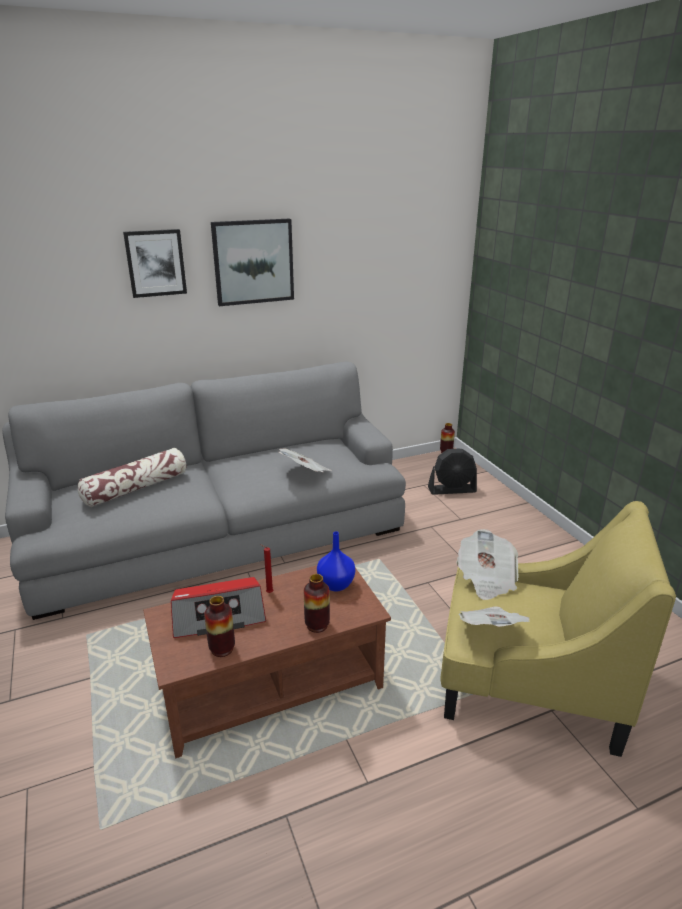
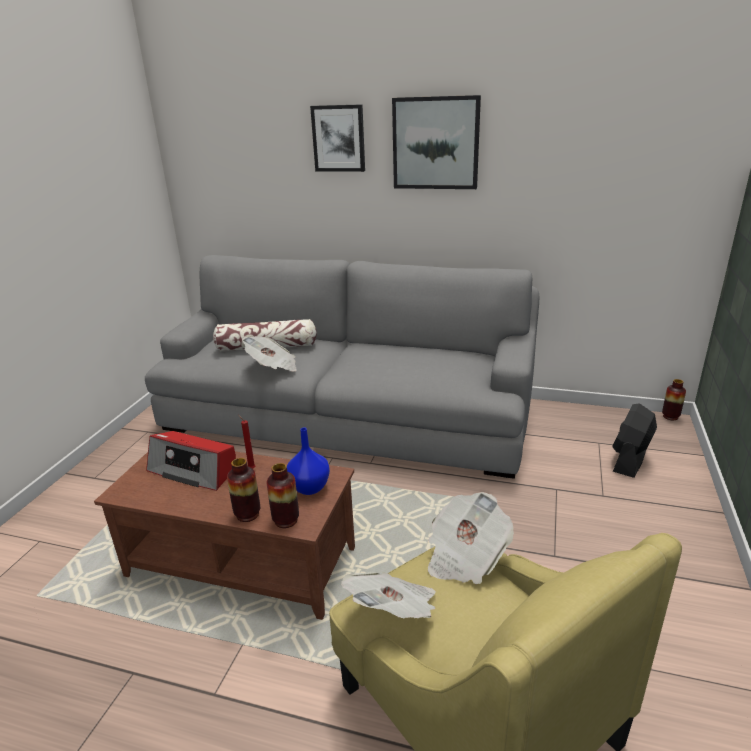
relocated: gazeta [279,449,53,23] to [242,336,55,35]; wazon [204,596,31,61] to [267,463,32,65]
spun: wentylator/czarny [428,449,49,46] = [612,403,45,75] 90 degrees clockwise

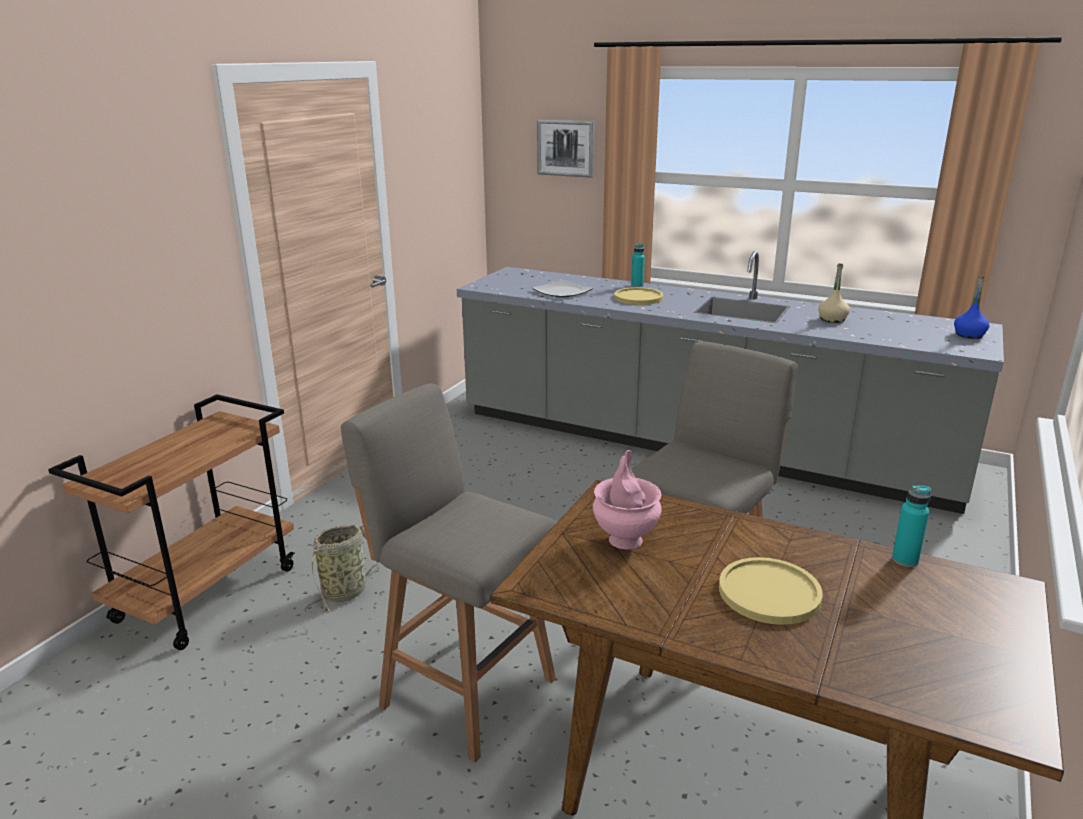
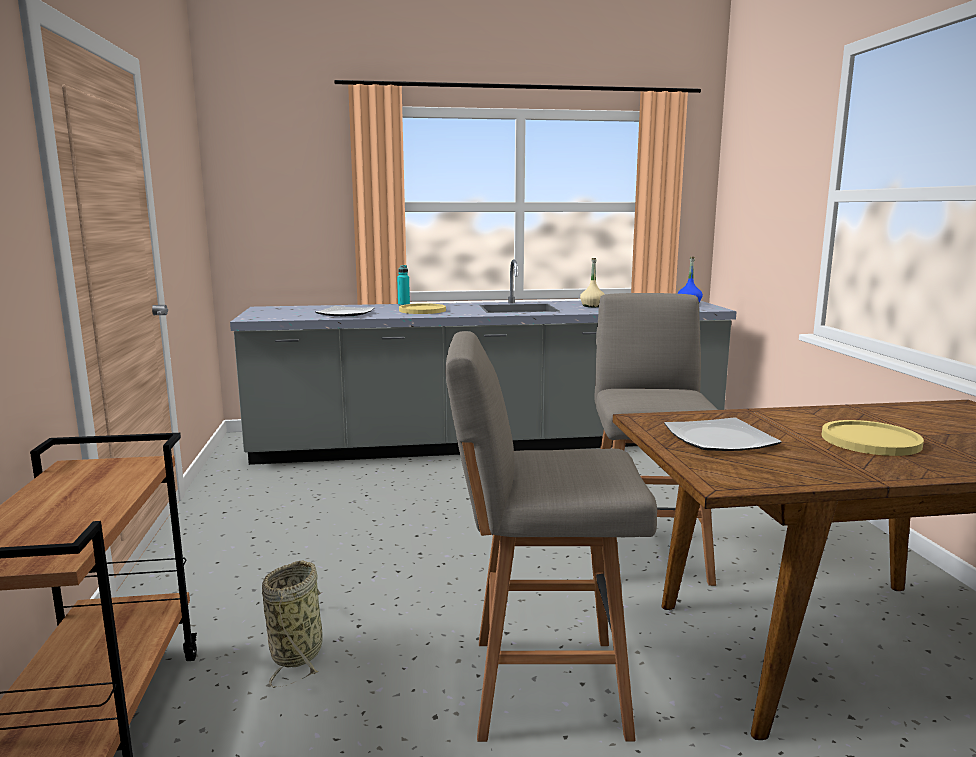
missing: obraz [537,119,58,59]; butelka/turkusowy [892,485,39,82]
exchanged: wazon/różowy [593,450,69,99] to talerz [664,418,117,33]

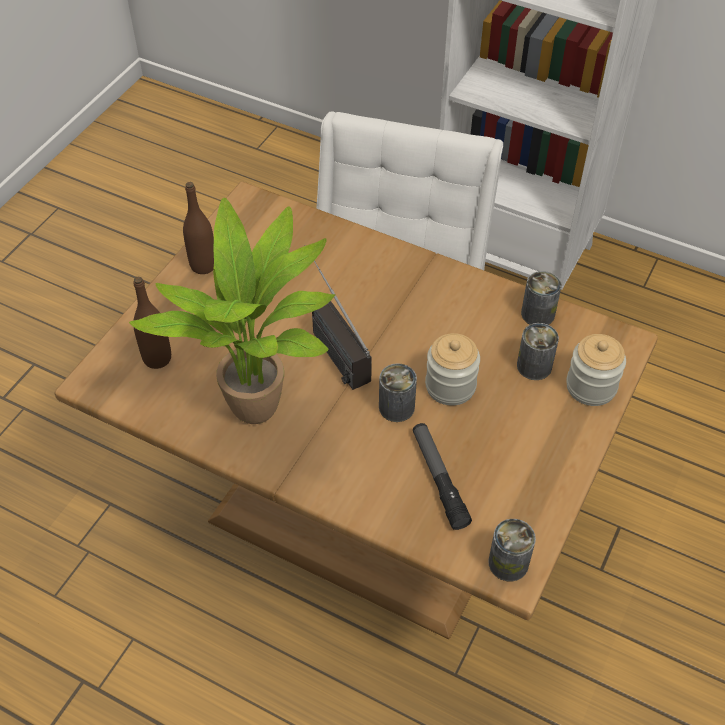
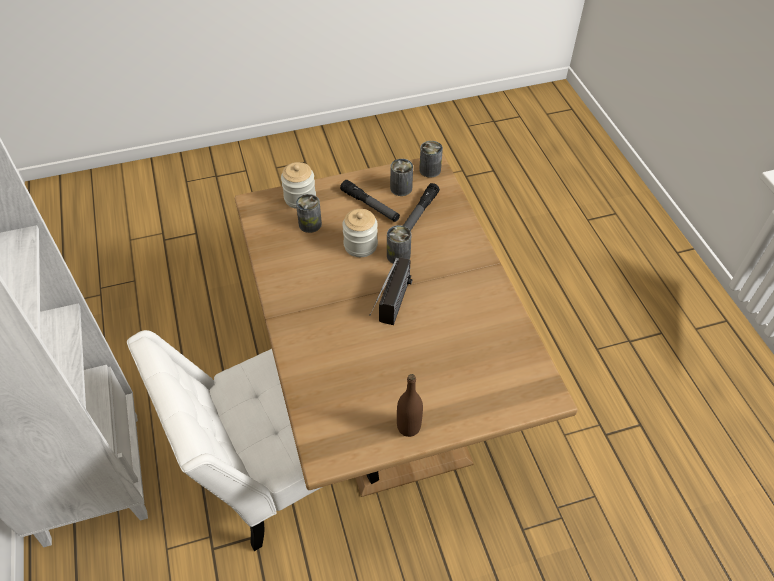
missing: roślina doniczkowa [129,198,207,226]; butelka/brązowy [133,276,38,93]
appeared: latarka [340,180,60,42]
relocated: puszka [521,271,41,54] to [390,159,23,37]

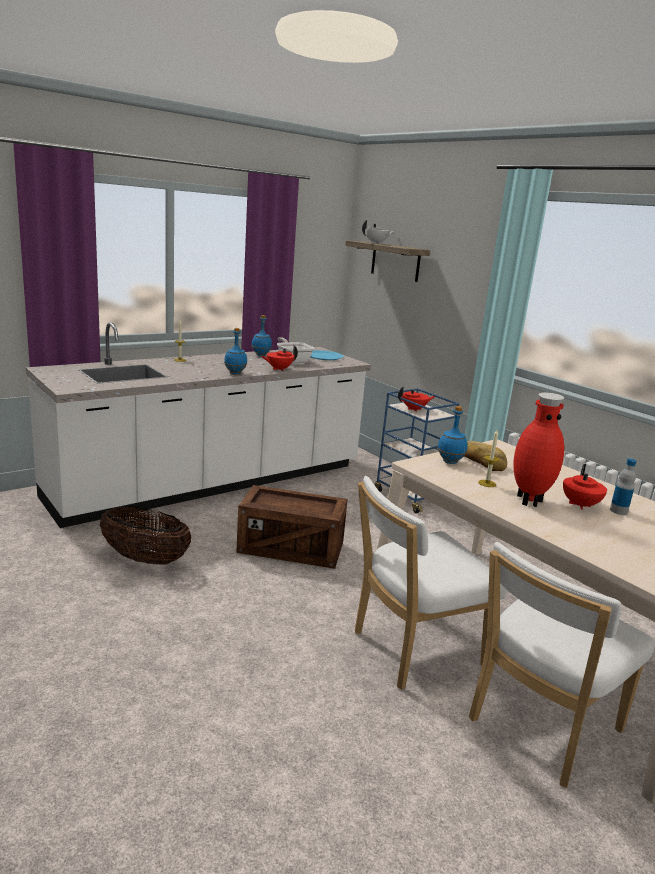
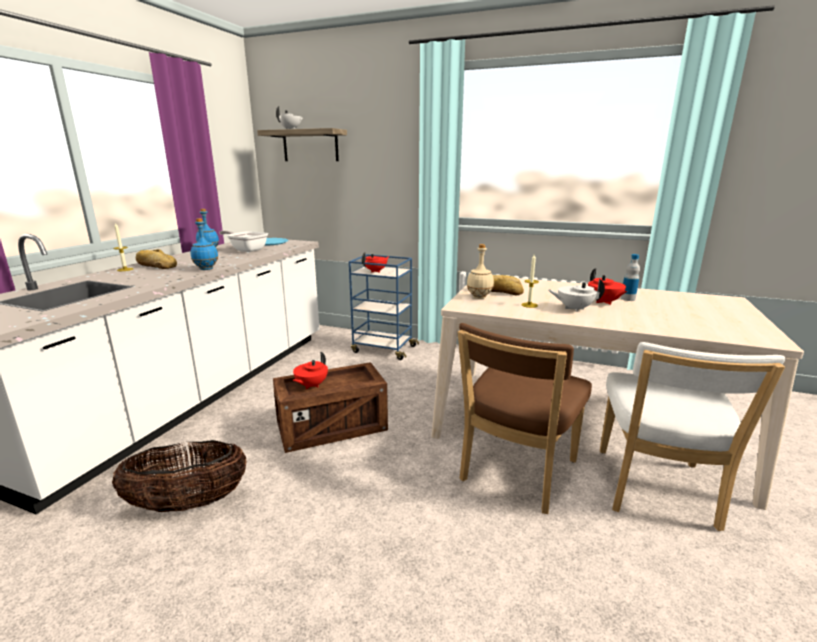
appeared: chleb [136,249,41,20]
relocated: imbryk/czerwony [261,345,37,26] to [293,352,35,38]
exchanged: wazon/czerwony [513,392,51,115] to imbryk/biały [548,278,57,34]
colour: krzesło/biały [355,476,151,214] to krzesło/brązowy [458,323,134,191]; butelka/niebieski [438,406,30,58] to butelka/beżowy [467,244,27,55]

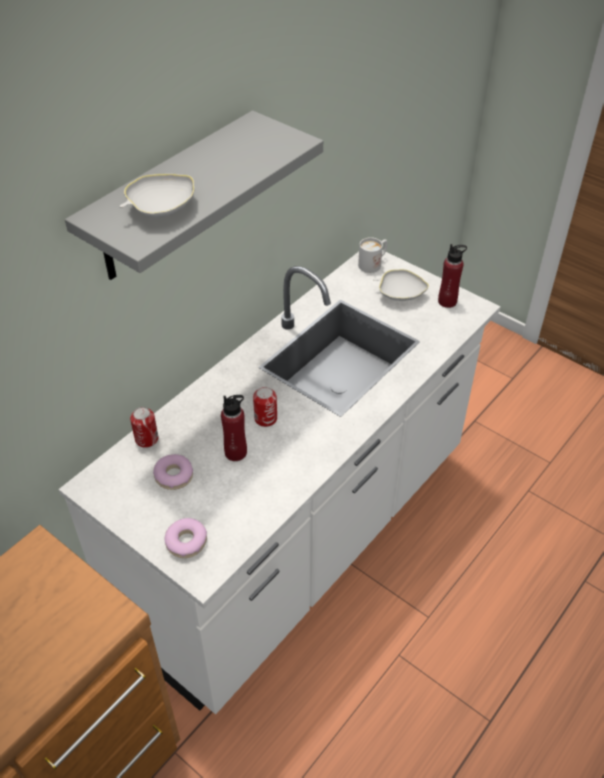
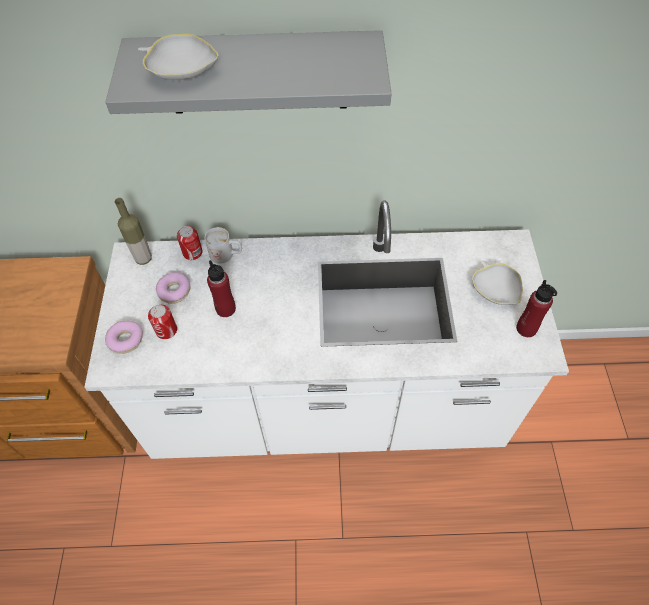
appeared: butelka [115,198,37,67]
relocated: puszka [253,387,24,40] to [148,305,29,34]; kubek/biały [358,237,29,36] to [205,227,37,37]

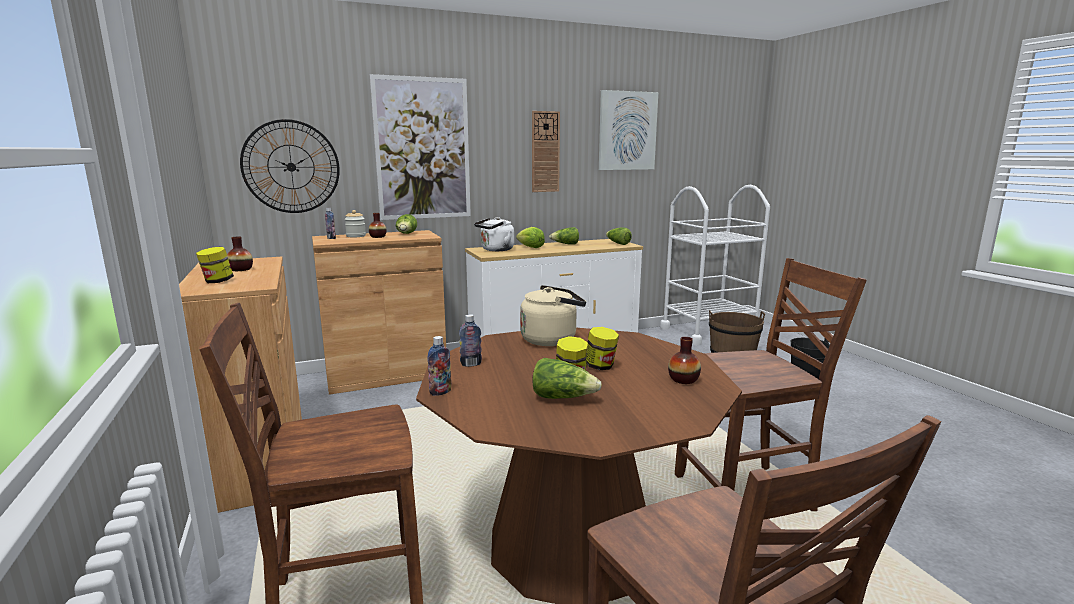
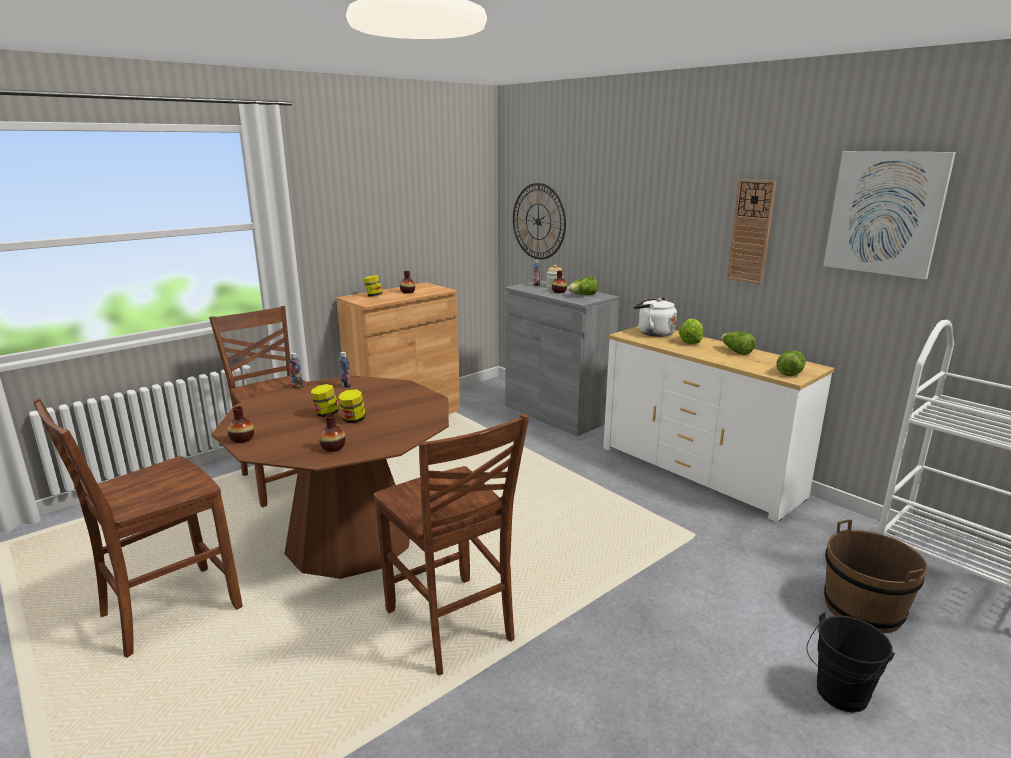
missing: obraz [370,74,101,146]; czajnik/beżowy [520,285,66,61]; sałata [533,358,69,41]
appeared: wazon [227,406,27,37]
colour: szafka/brązowy [312,230,134,165] to szafka/szary [505,280,114,156]

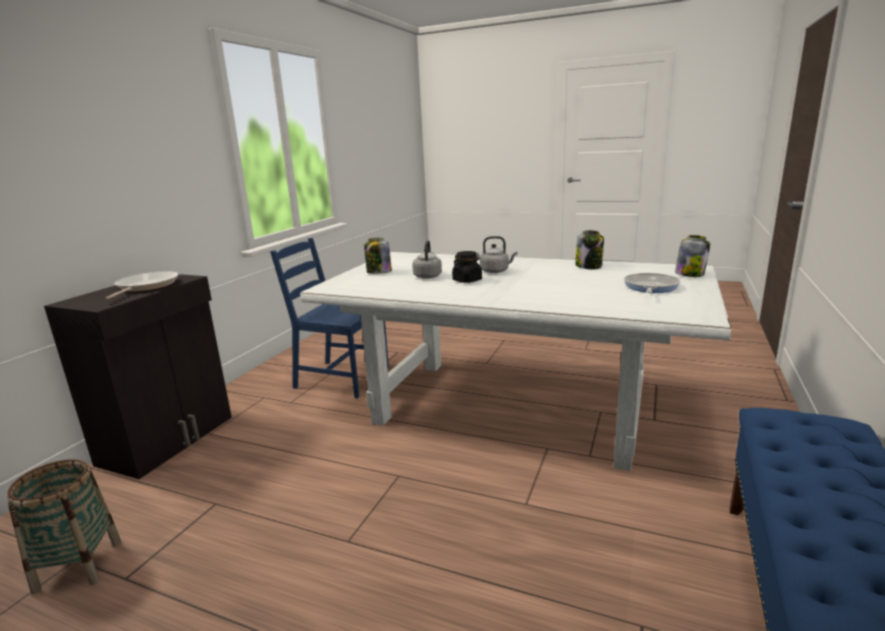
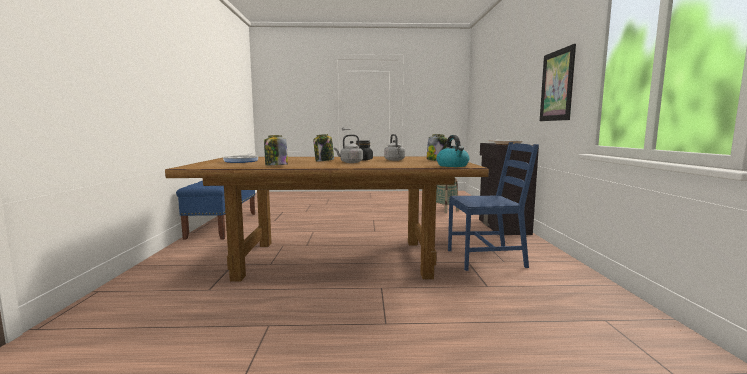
appeared: czajnik [437,135,32,32]; obraz [540,44,36,77]
relocated: słoik [675,235,35,42] to [313,134,21,27]
colour: stół jadalny/biały [300,252,431,219] to stół jadalny/brązowy [165,156,324,126]

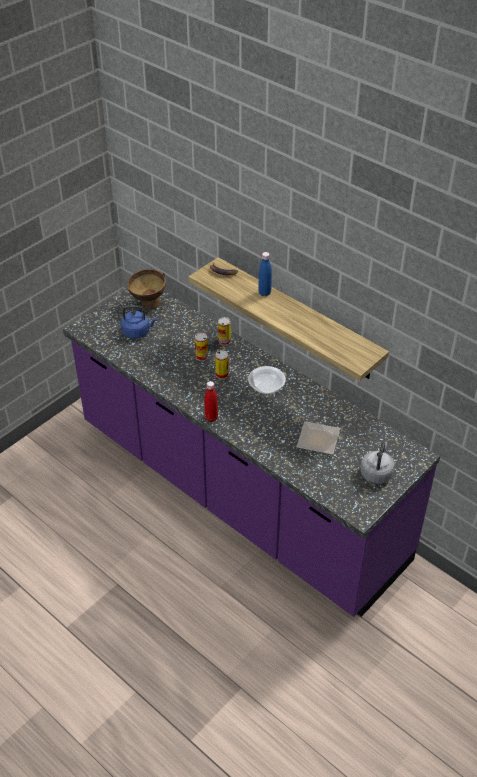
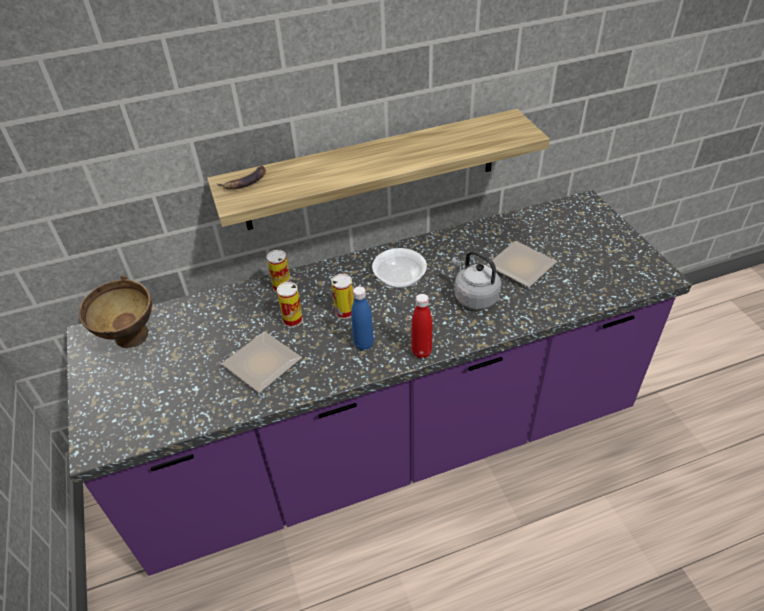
missing: czajnik/niebieski [120,305,37,33]
appeared: talerz [222,332,80,61]
relocated: butelka/niebieski [258,252,14,44] to [351,286,23,64]; czajnik/szary [360,442,35,42] to [452,250,49,60]

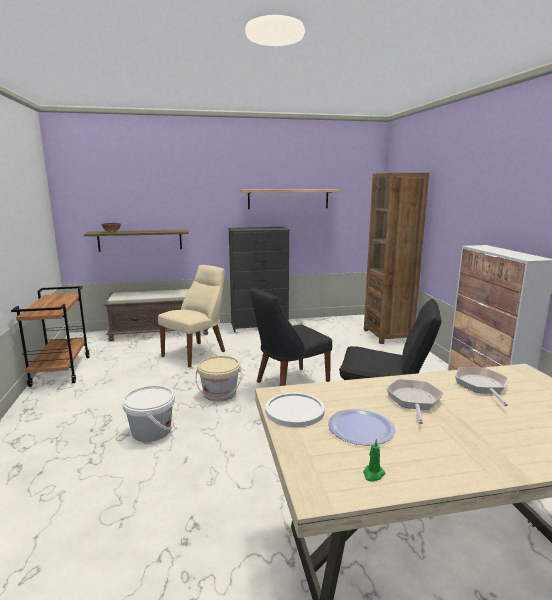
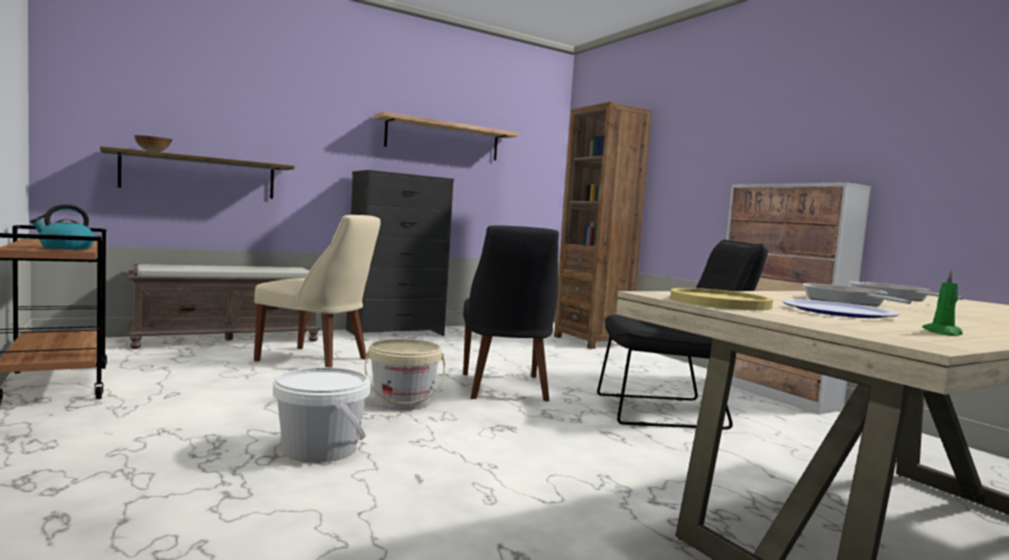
appeared: czajnik [30,204,65,46]
colour: talerz/biały [265,392,60,35] to talerz/żółty [670,288,103,22]
spun: krzesło/beżowy [158,265,67,102] = [254,215,126,153] 90 degrees clockwise; krzesło/czarny [250,288,82,98] = [463,226,96,175] 45 degrees counterclockwise

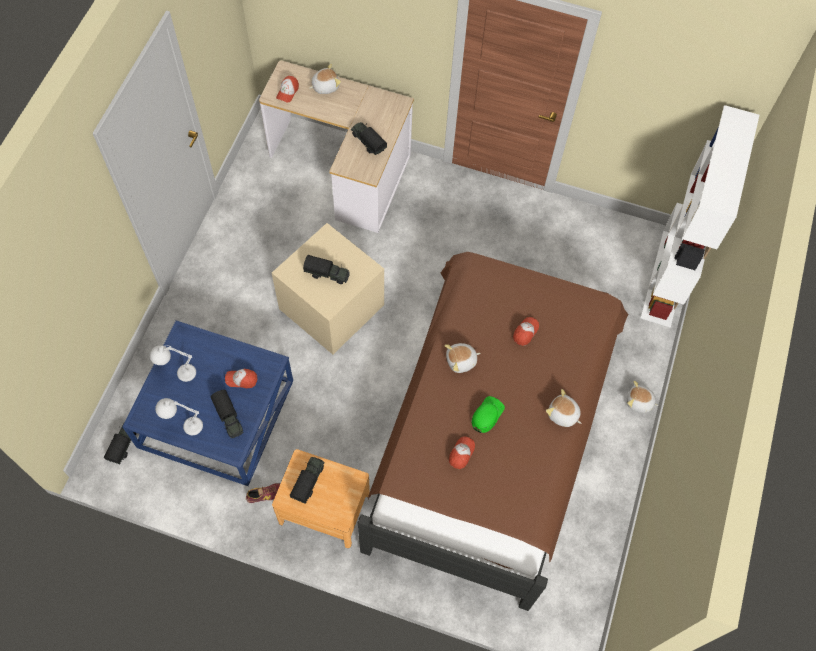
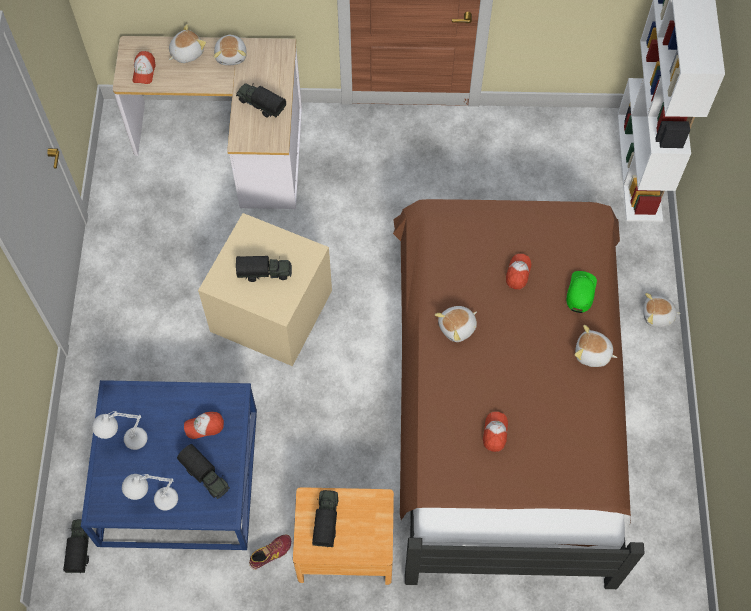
appeared: pluszak [214,34,32,32]
relocated: czapka z daszkiem/zielony [472,396,33,37] to [566,271,31,42]

